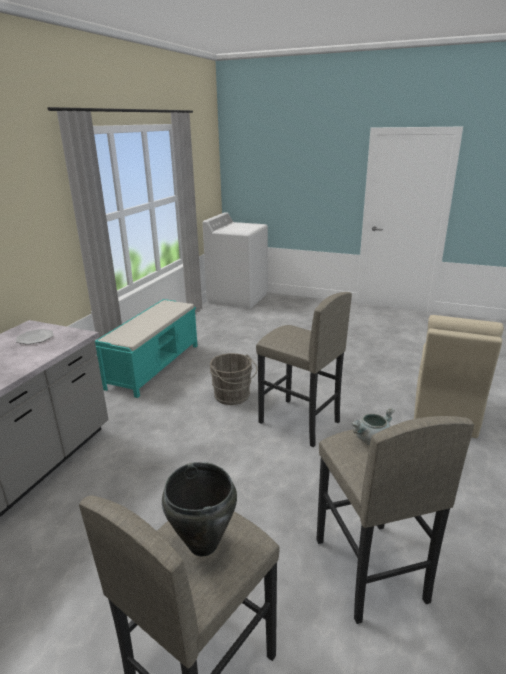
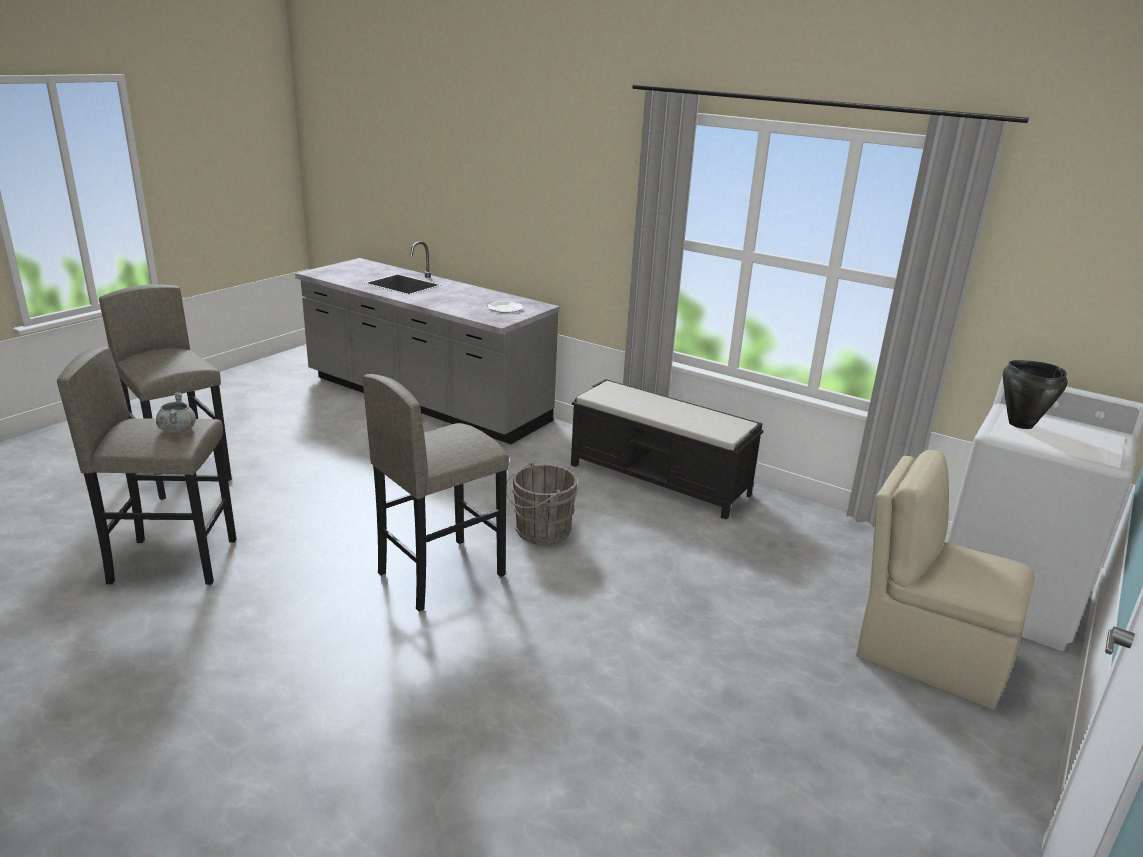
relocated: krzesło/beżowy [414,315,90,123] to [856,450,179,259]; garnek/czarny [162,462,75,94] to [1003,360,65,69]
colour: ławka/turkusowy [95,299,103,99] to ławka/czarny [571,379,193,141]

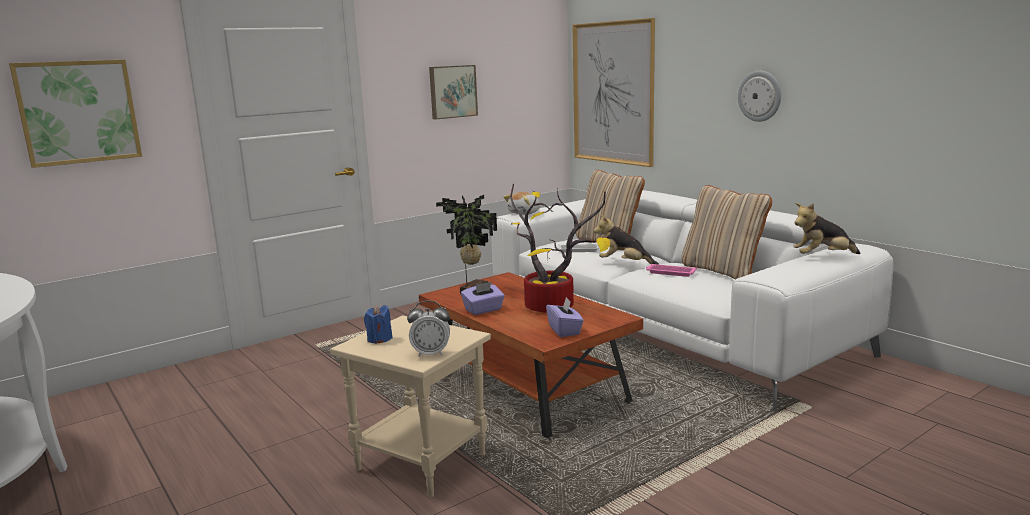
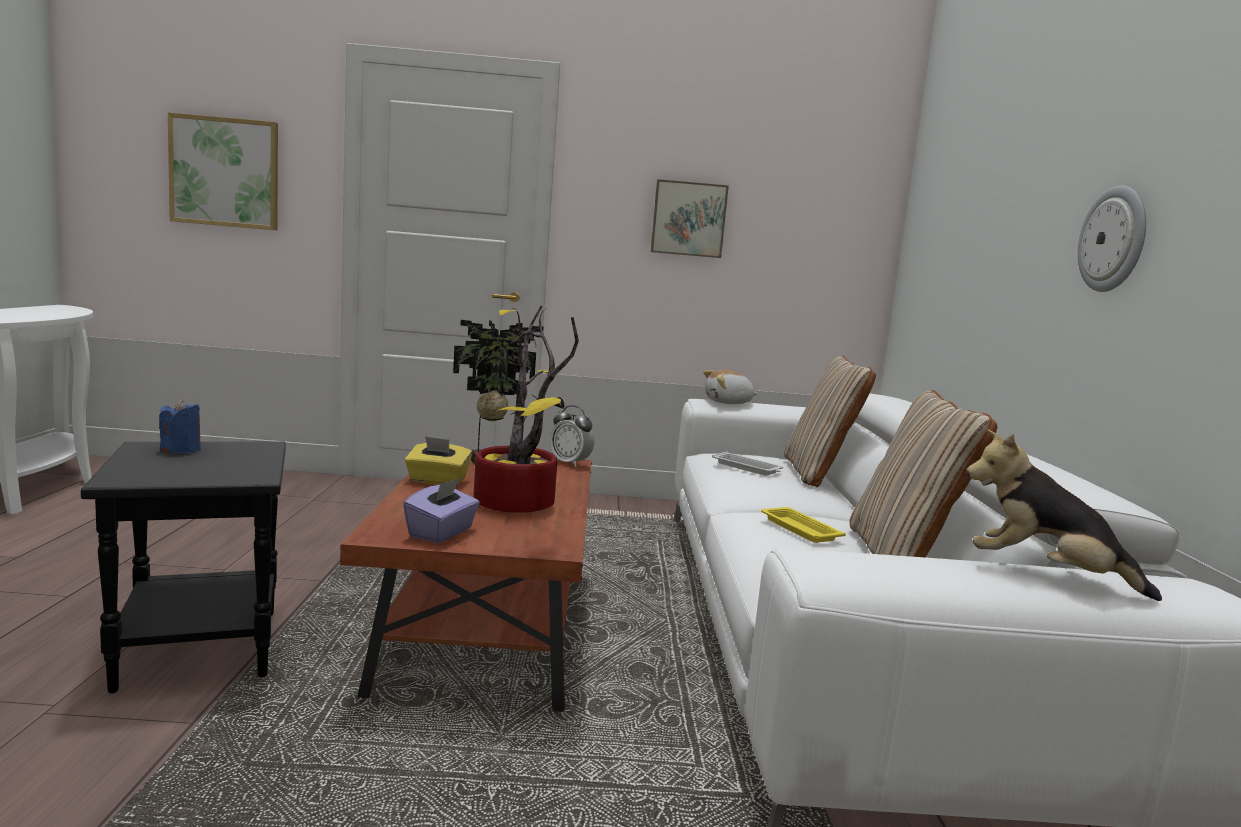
missing: obraz [572,18,83,149]; pluszak [594,215,65,50]
relocated: budzik [407,301,43,56] to [550,405,44,62]
colour: stolik/beżowy [330,315,161,183] to stolik/czarny [81,442,205,251]; pudełko chusteczek/fioletowy [461,282,44,33] to pudełko chusteczek/żółty [405,436,67,50]; taca/różowy [646,264,51,13] to taca/żółty [761,507,85,36]

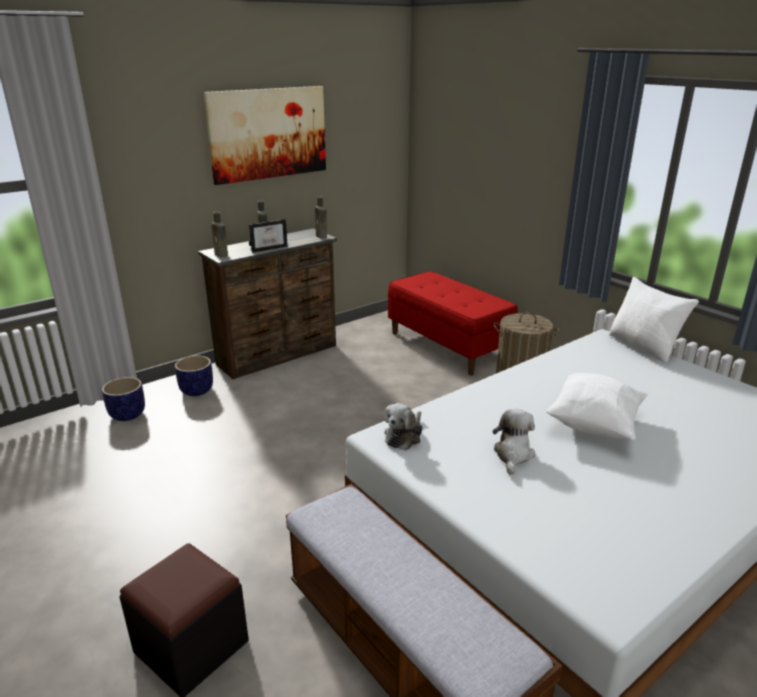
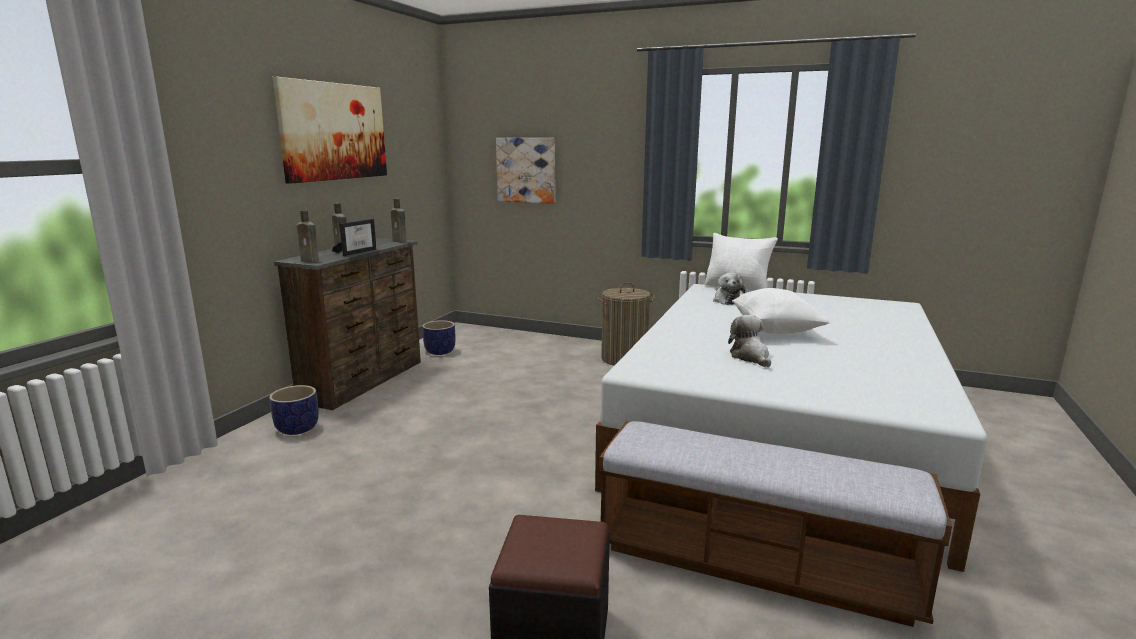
missing: ławka/czerwony [388,271,130,104]
appeared: obraz [496,138,59,66]
relocated: donica [102,377,43,44] to [422,320,33,35]; pluszak [384,403,38,47] to [713,272,32,33]

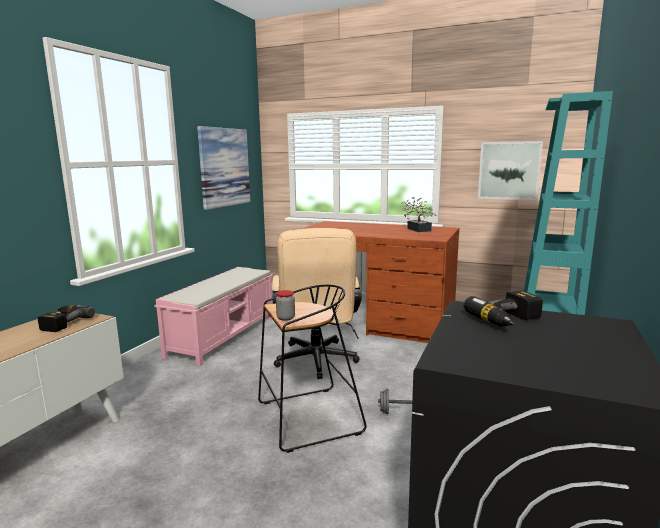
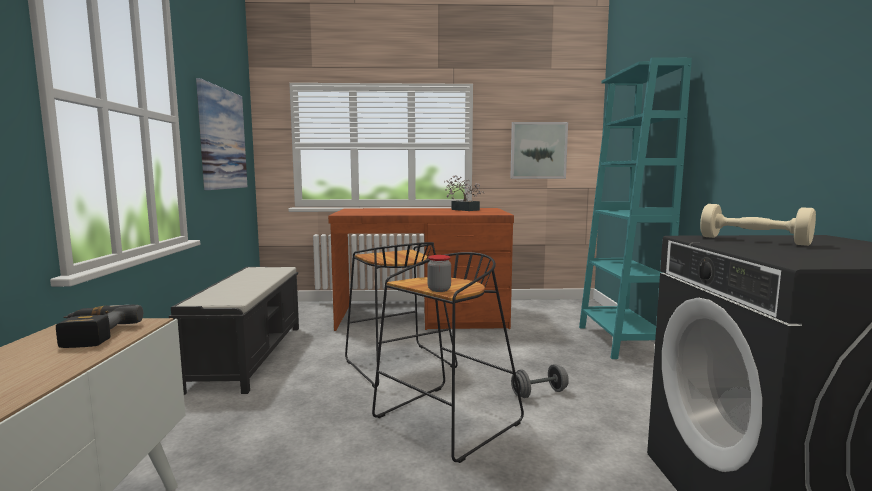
exchanged: krzesło biurowe/beżowy [272,228,90,151] to stołek/czarny [345,242,113,146]; wiertarka [463,290,80,36] to hantel/beżowy [700,204,116,42]
colour: ławka/różowy [154,267,119,99] to ławka/czarny [169,267,130,128]

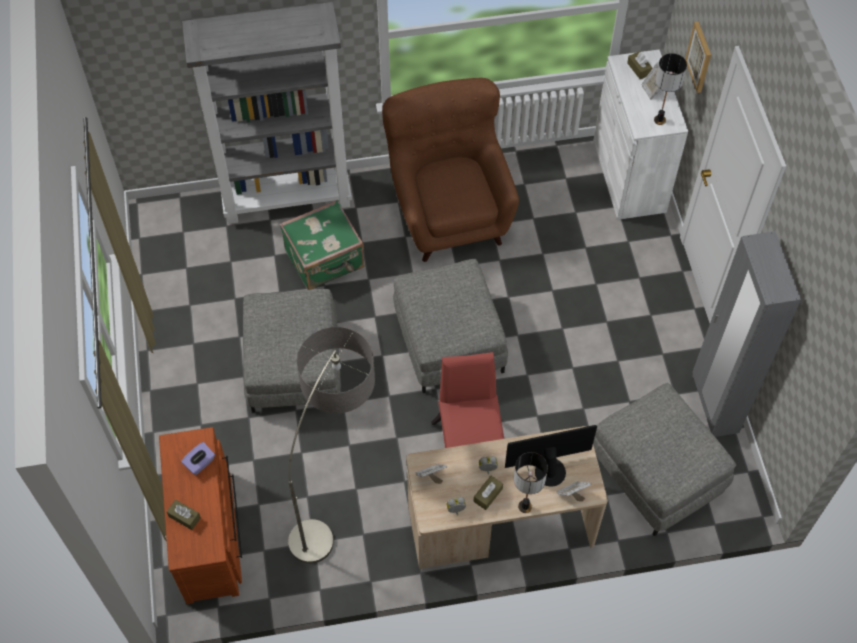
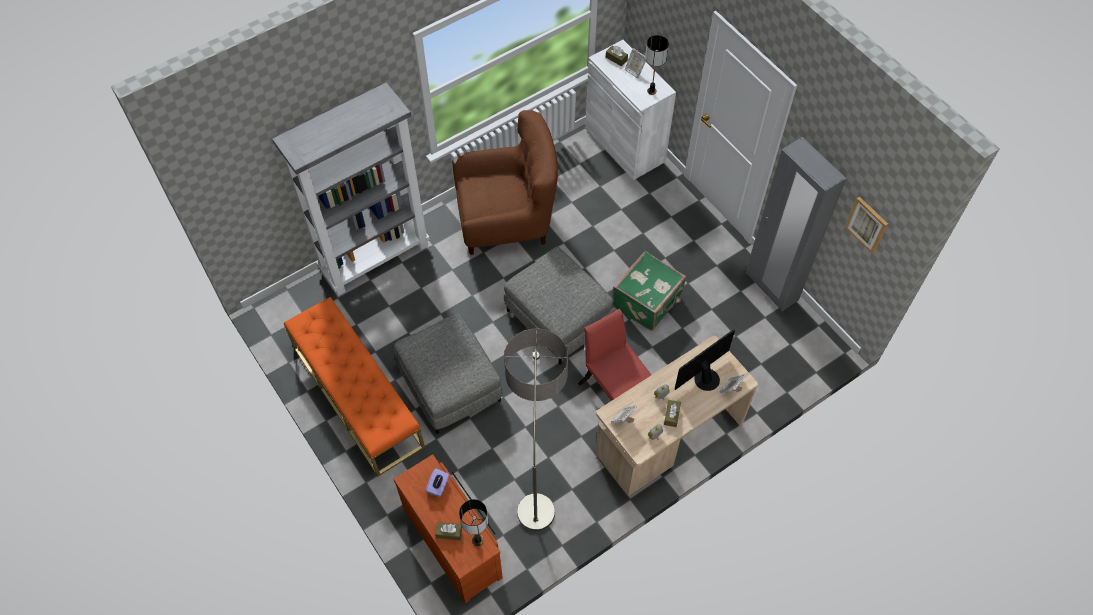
missing: pufa/szary [593,383,143,154]
appeared: ławka/pomarańczowy [284,297,141,179]
relocated: lampa stołowa [514,452,34,61] to [459,499,29,47]; walizka/zielony [280,200,84,90] to [613,251,73,80]; obraz [685,21,26,72] to [845,197,43,56]
spun: fotel/brązowy [382,78,137,184] = [452,110,106,145] 120 degrees clockwise

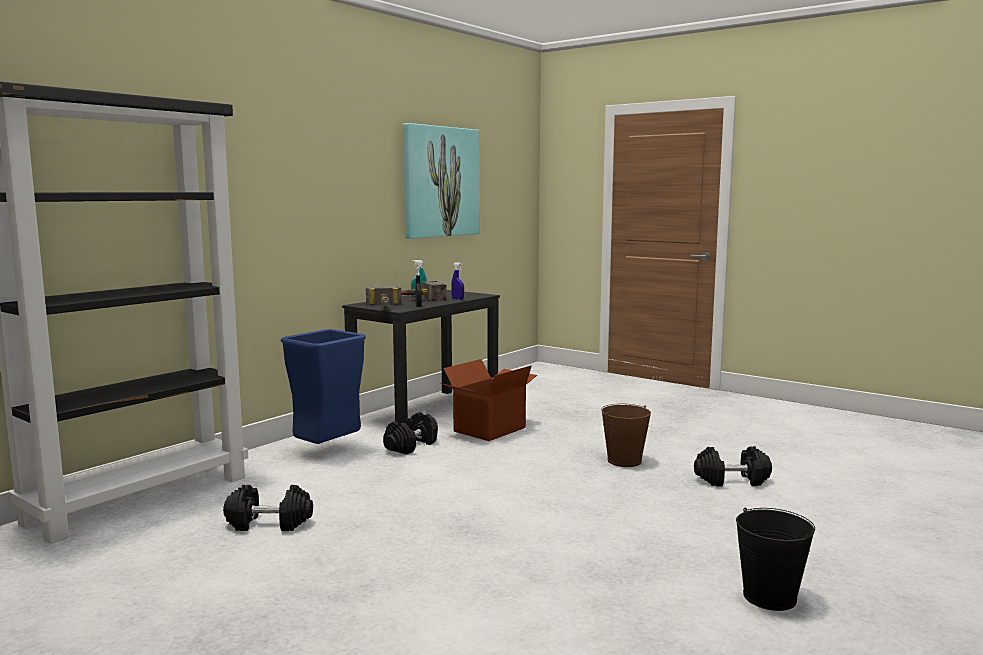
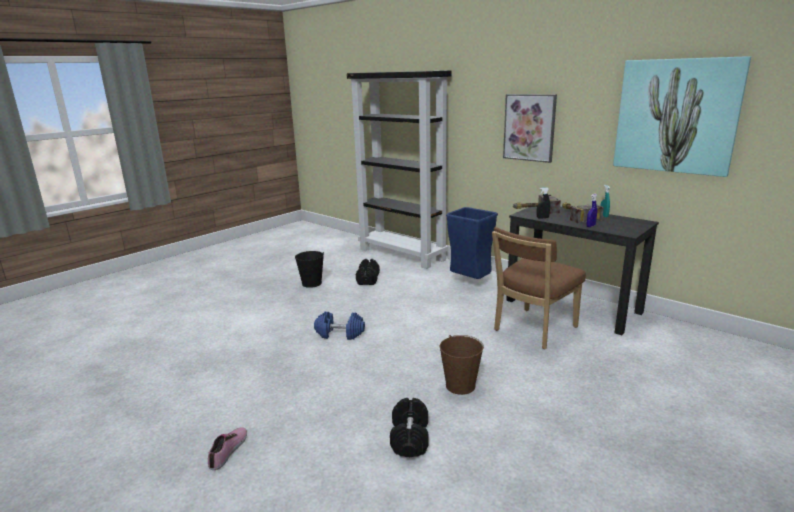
missing: hantel/czarny [383,412,55,43]
appeared: but [208,427,39,43]; hantel/niebieski [314,311,51,29]; obraz [503,94,54,69]
relocated: wiadro/czarny [736,508,79,103] to [295,251,29,37]
exchanged: karton [440,359,97,82] to krzesło/brązowy [492,227,94,122]

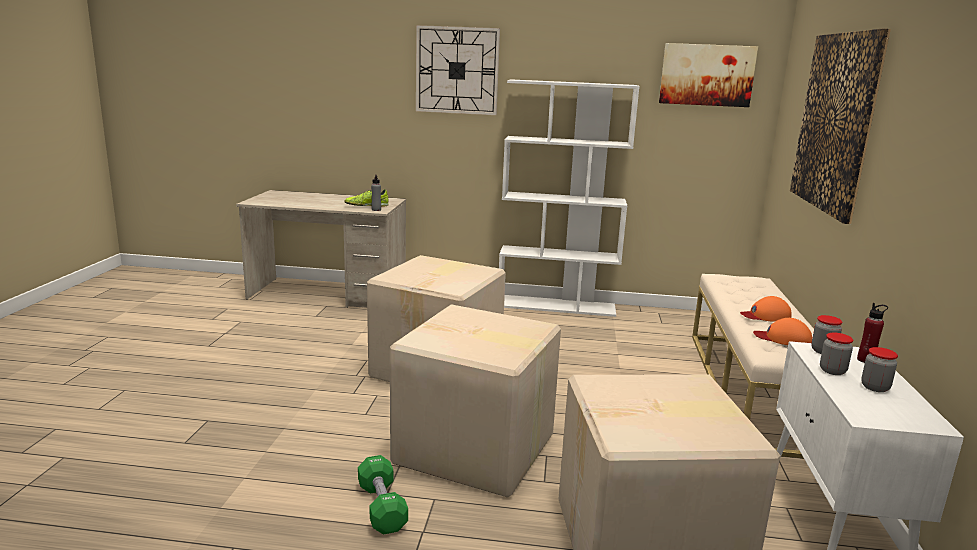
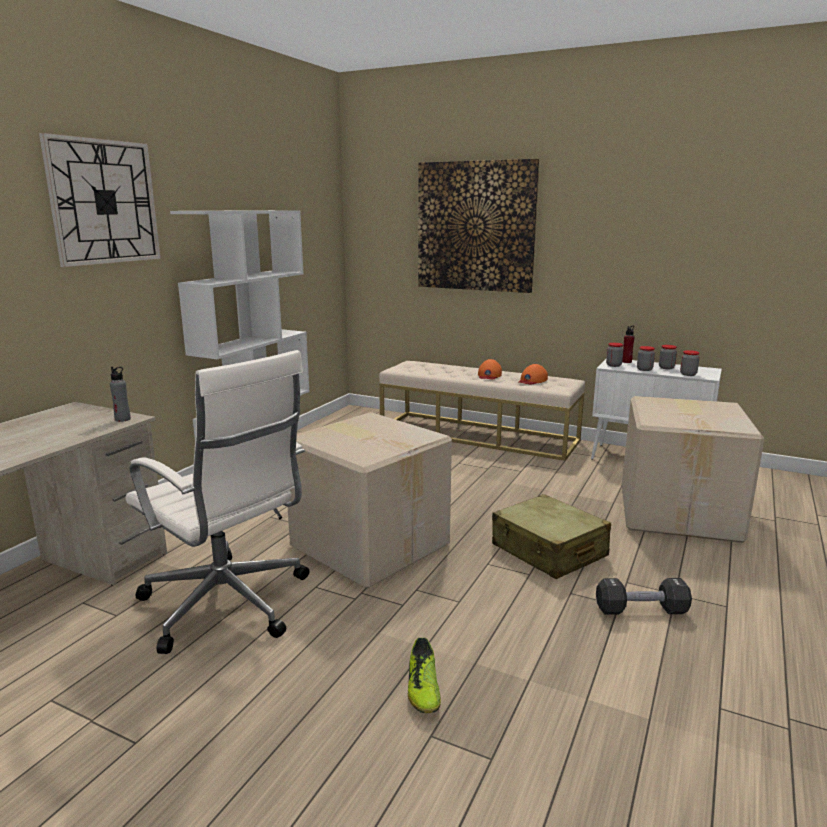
missing: obraz [659,43,99,64]
appeared: krzesło biurowe/biały [126,350,183,304]; słoik [680,350,19,26]
relocated: but [344,189,45,18] to [408,638,33,75]
exchanged: karton [390,304,171,194] to walizka/beżowy [492,494,119,85]
colour: hantel/zielony [358,455,50,80] to hantel/czarny [596,578,96,37]

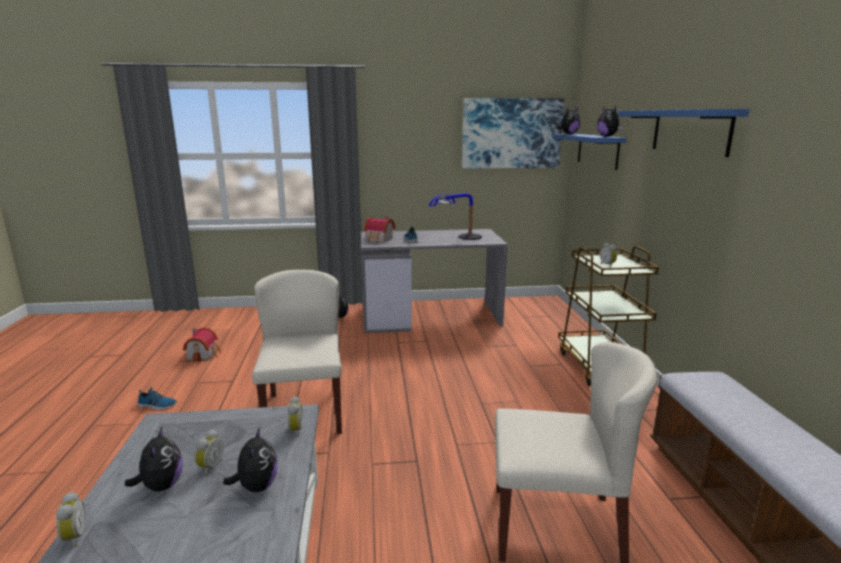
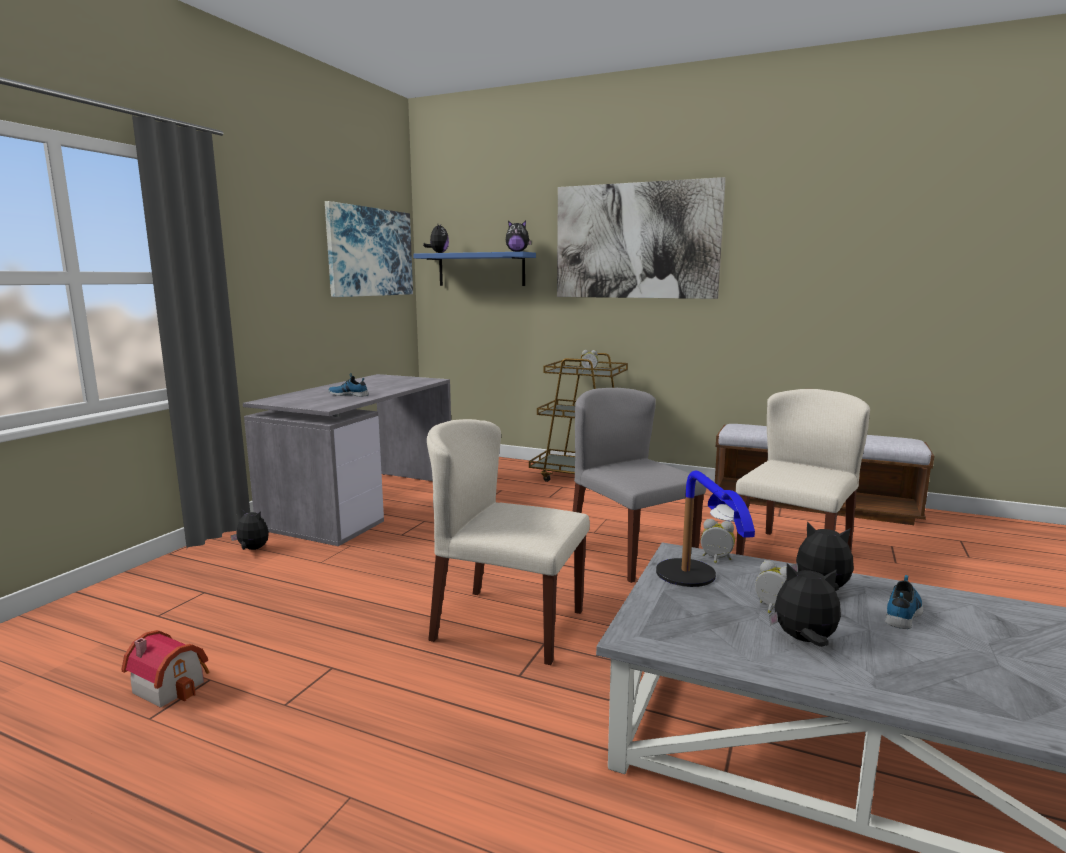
missing: budzik [56,492,30,55]; domek [364,215,32,28]
appeared: krzesło/szary [573,388,133,195]
relocated: lampa stołowa [429,193,53,47] to [656,471,99,116]; but [138,387,39,23] to [885,575,38,54]
exchanged: półka/niebieski [618,109,132,48] to obraz [557,177,169,122]

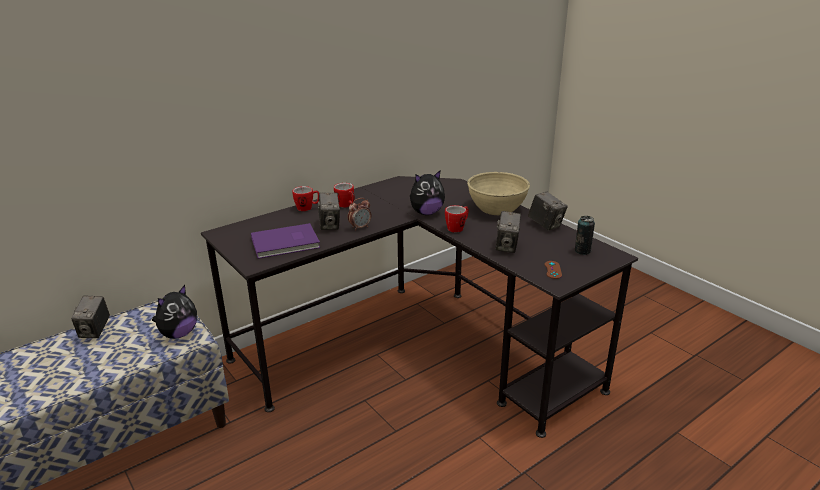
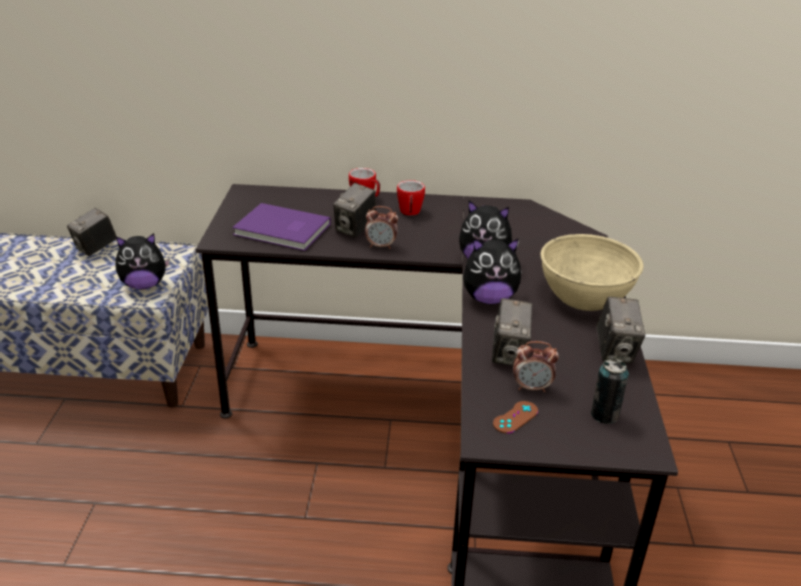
appeared: budzik [513,341,46,51]
exchanged: kubek [445,205,24,28] to pluszak [463,238,60,66]
spun: aparat fotograficzny [496,211,25,42] = [492,298,41,68] 45 degrees counterclockwise

